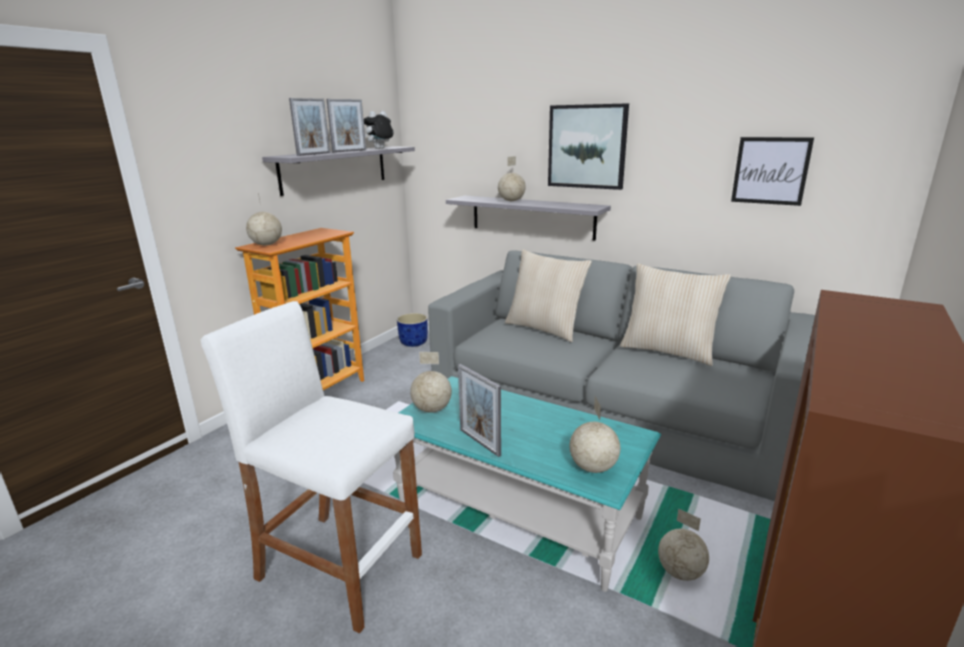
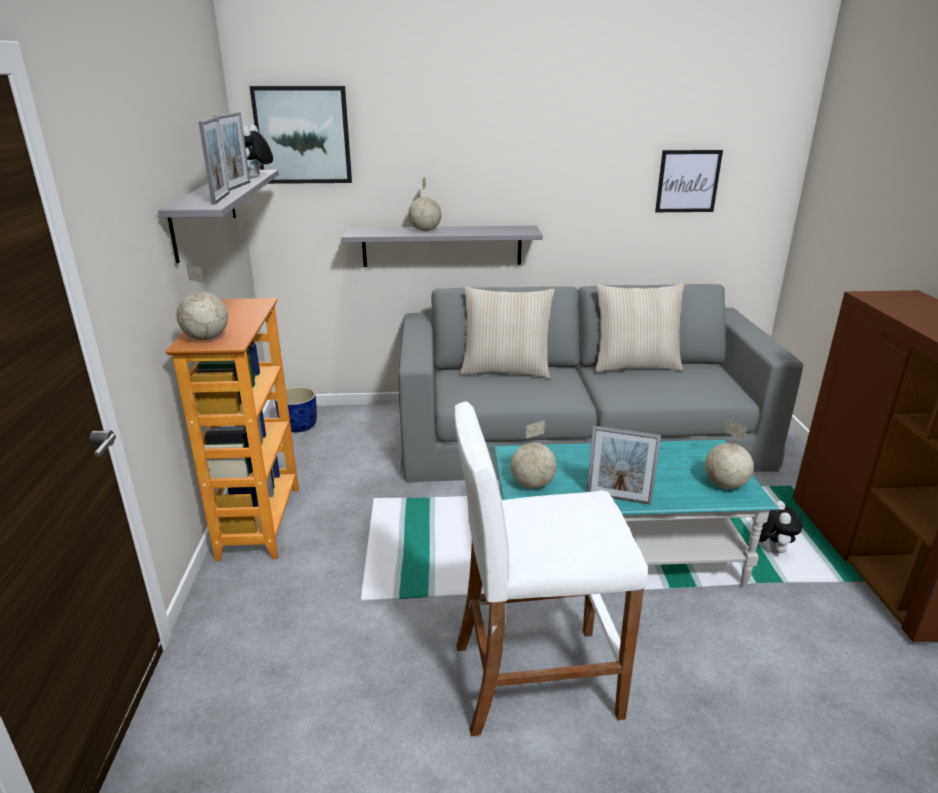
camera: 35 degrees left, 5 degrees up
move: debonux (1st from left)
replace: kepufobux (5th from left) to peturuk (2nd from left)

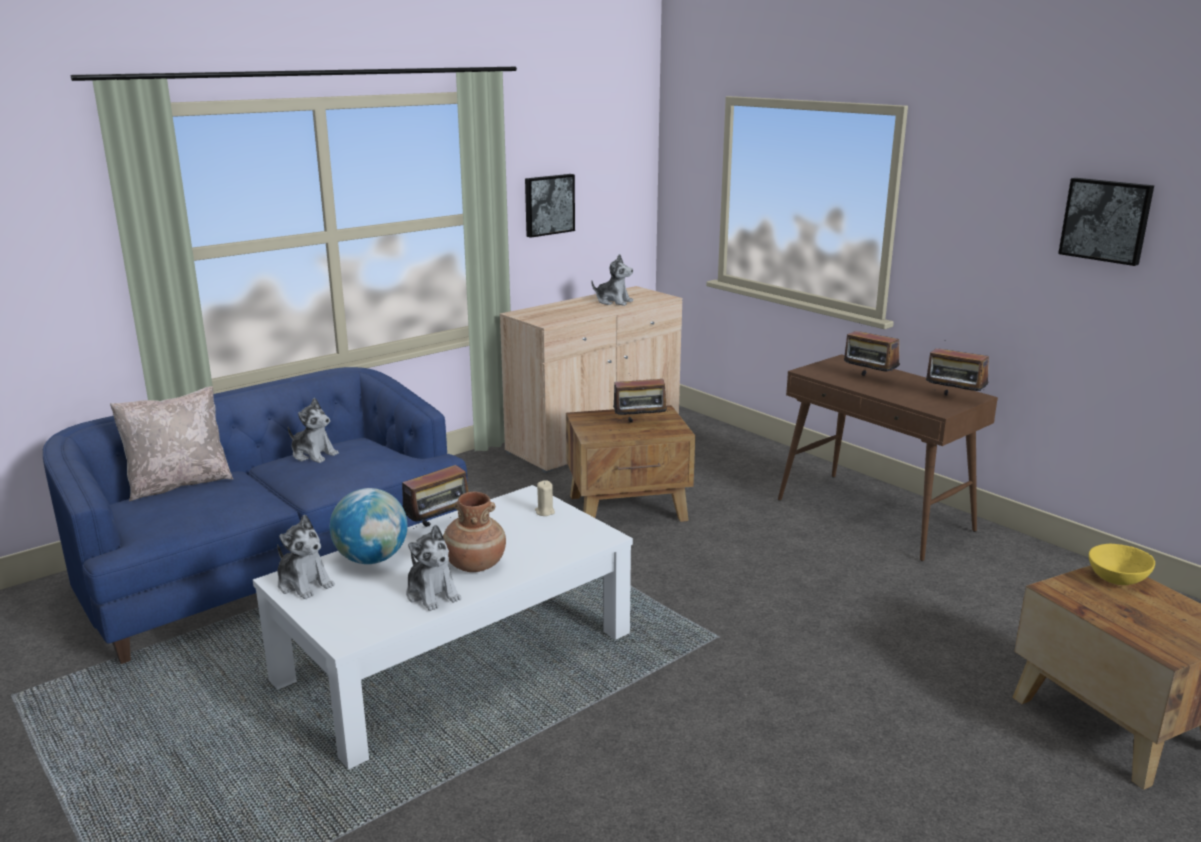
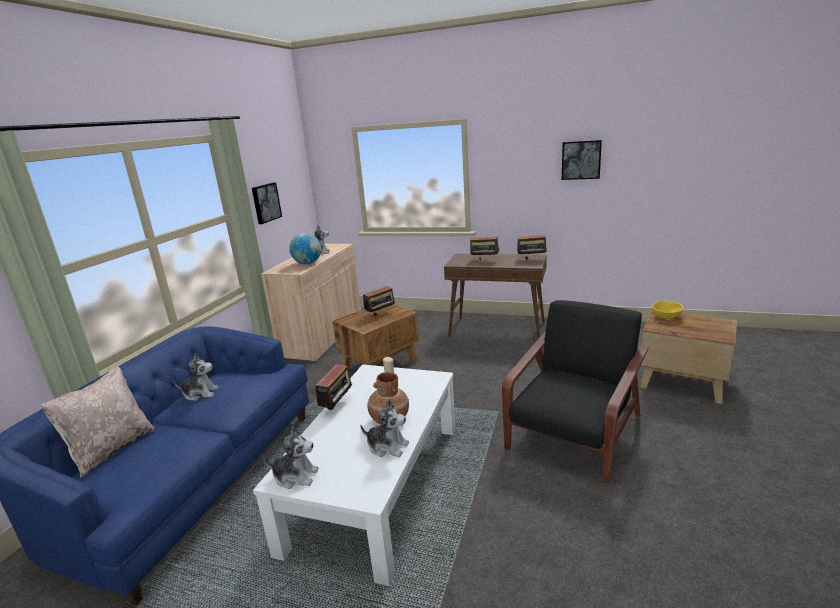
camera: 30 degrees left, 0 degrees up
insert: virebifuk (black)
move: kepufobux

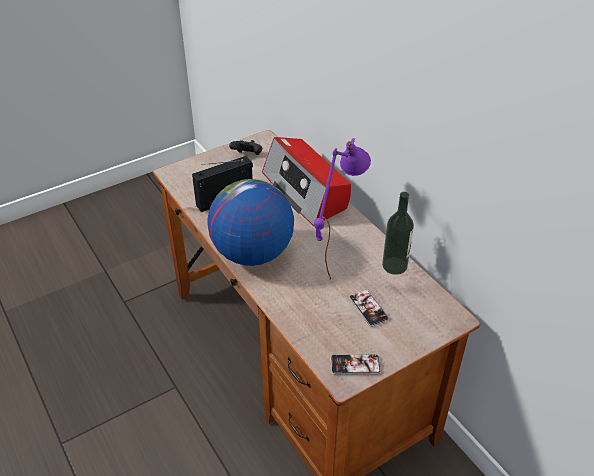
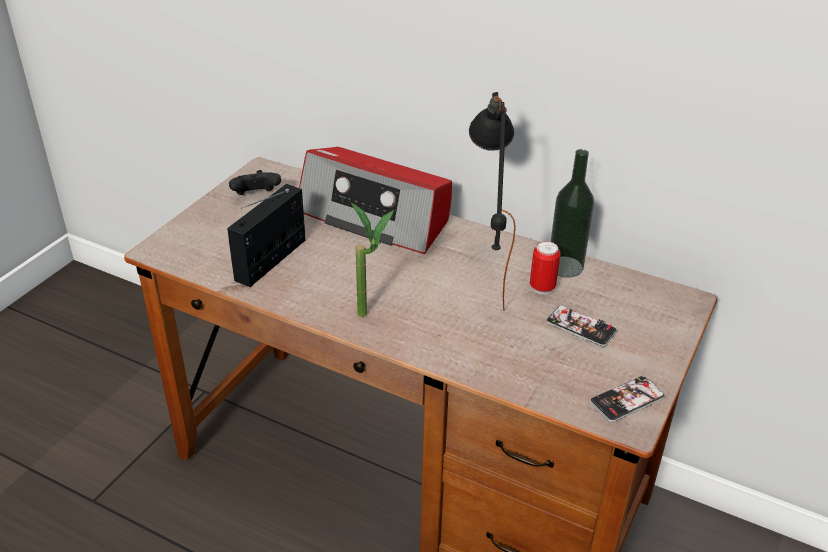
camera: 30 degrees left, 5 degrees down
insert: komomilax
replace: kepufobux to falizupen
recolor: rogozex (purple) to rogozex (black)

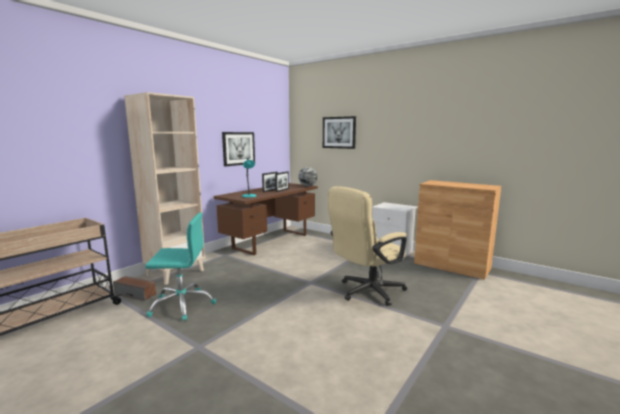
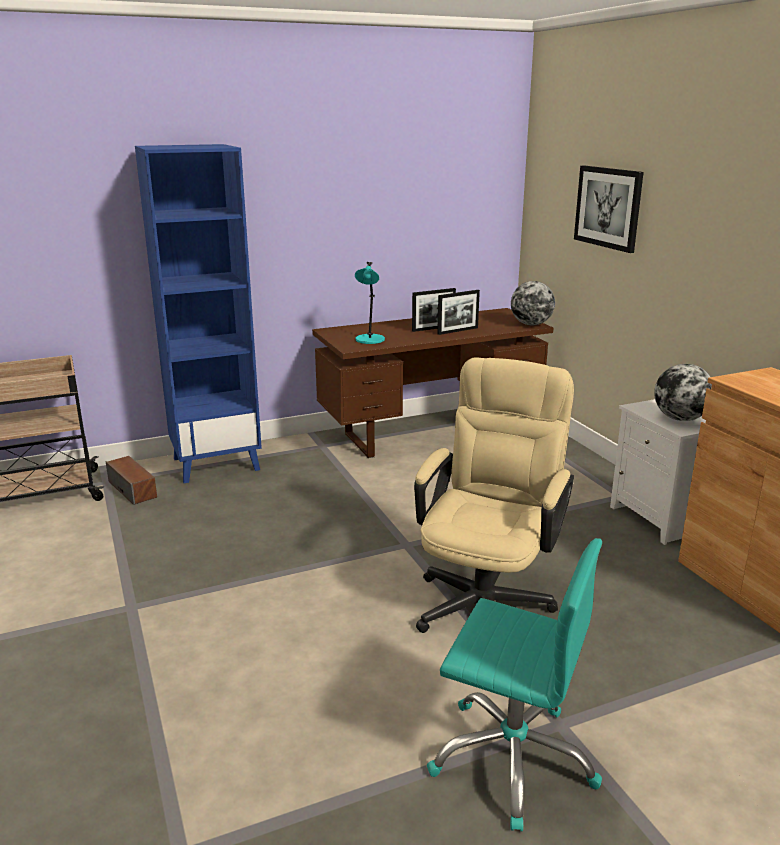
camera: 30 degrees right, 10 degrees up
delete: debonux (1st from left)
insert: kepufobux (2nd from left)
move: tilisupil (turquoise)
recolor: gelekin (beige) to gelekin (blue)
rotate: tilisupil (beige) 120 degrees clockwise

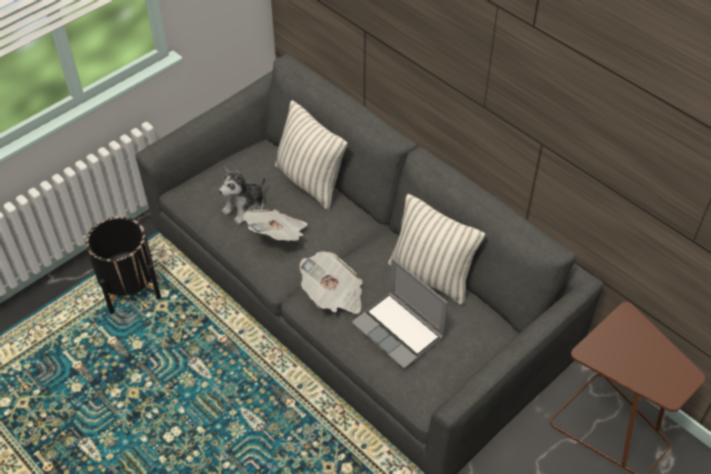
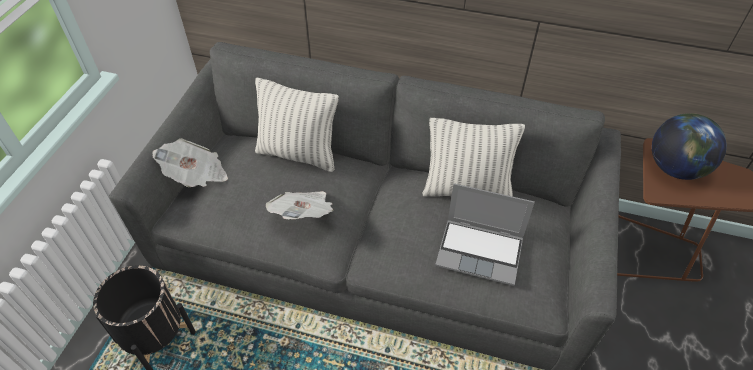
camera: 30 degrees left, 0 degrees up
delete: peturuk
insert: kepufobux
move: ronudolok (2nd from left in the first image) to ronudolok (1st from left)

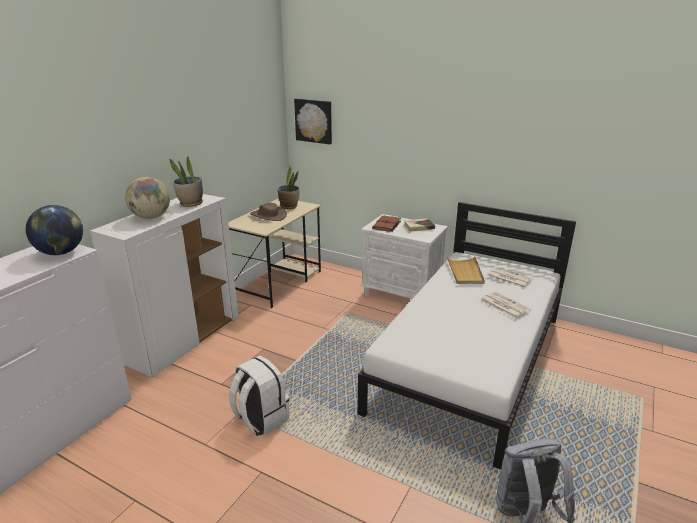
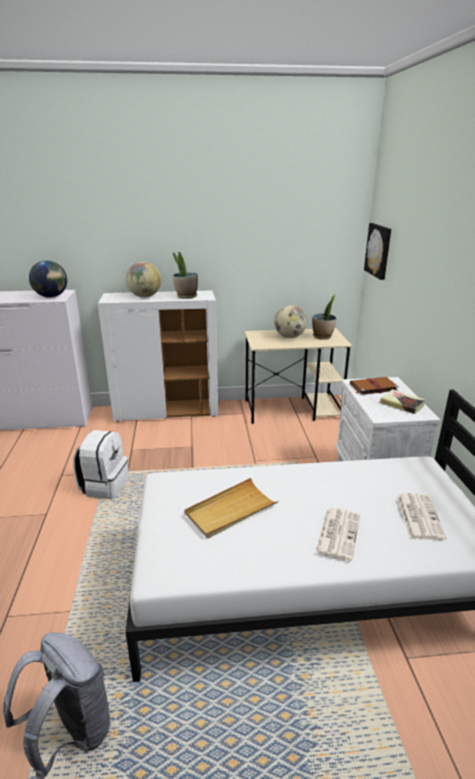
camera: 55 degrees right, 0 degrees up
move: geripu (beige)
replace: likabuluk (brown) to kepufobux (3rd from left)

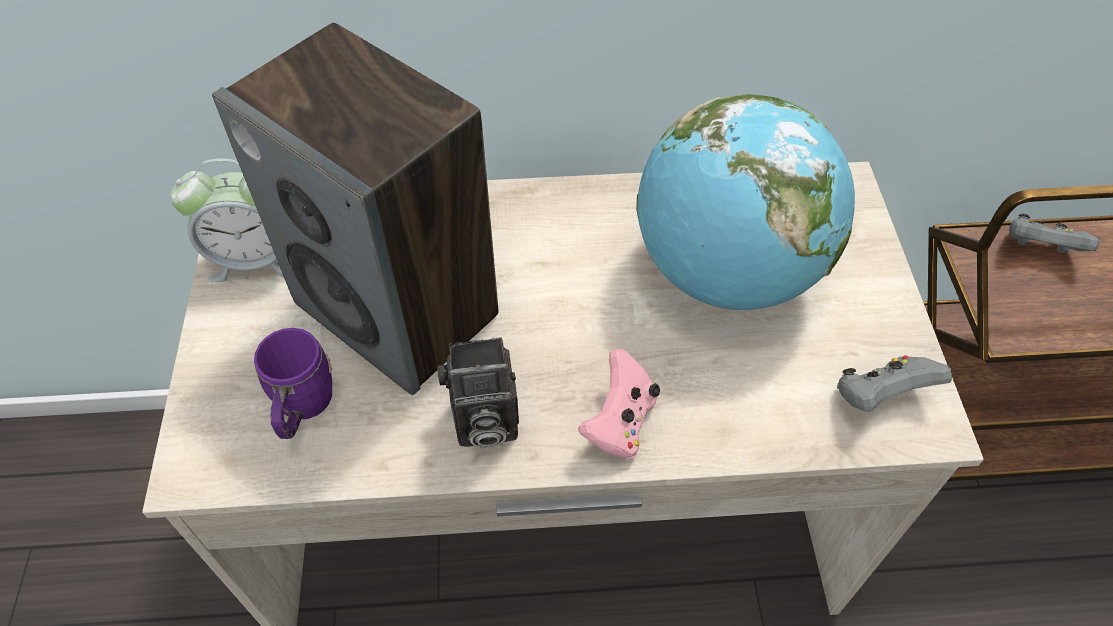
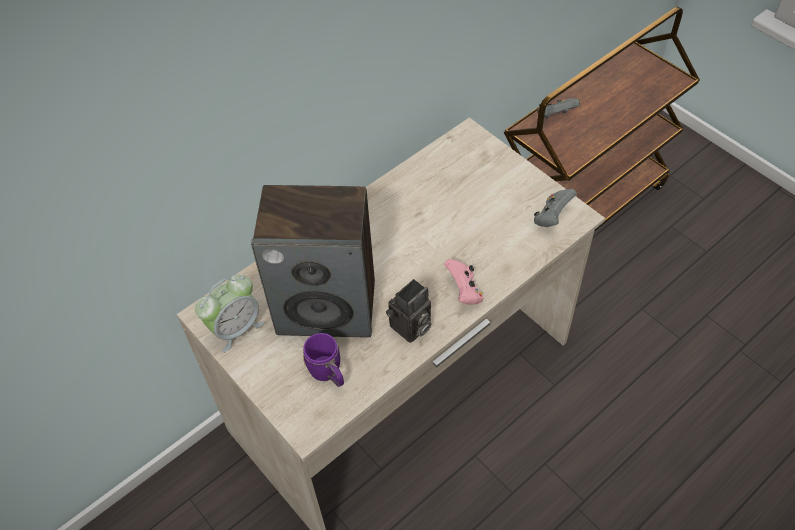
camera: 35 degrees left, 0 degrees up
delete: kepufobux

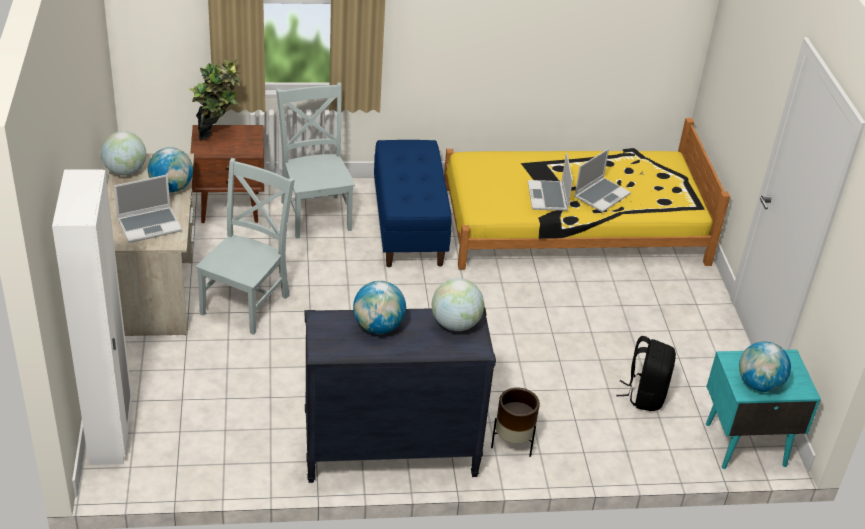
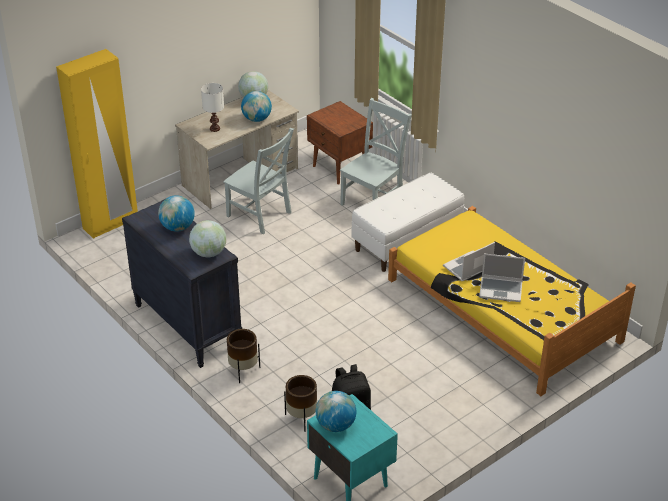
camera: 60 degrees right, 0 degrees up
delete: falizupen
insert: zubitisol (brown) (2nd from left)
replace: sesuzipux (1st from left) to rogozex (white)
recolor: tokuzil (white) to tokuzil (yellow); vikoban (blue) to vikoban (white)
rotate: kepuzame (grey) (1st from left) 45 degrees clockwise

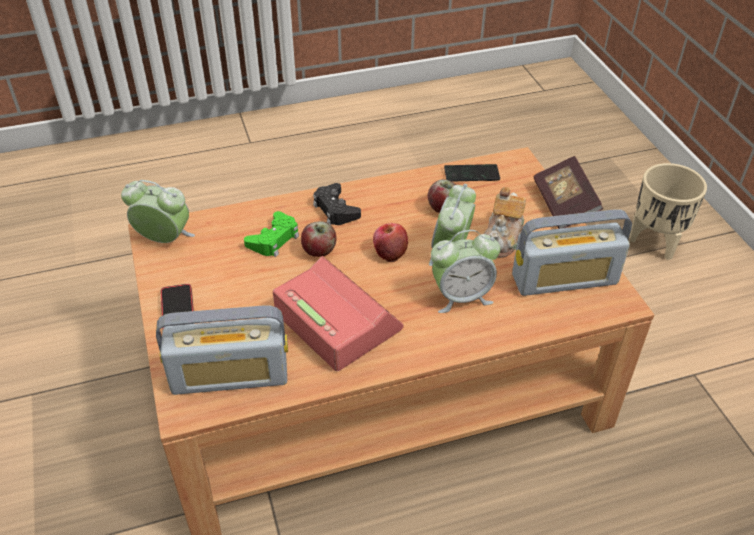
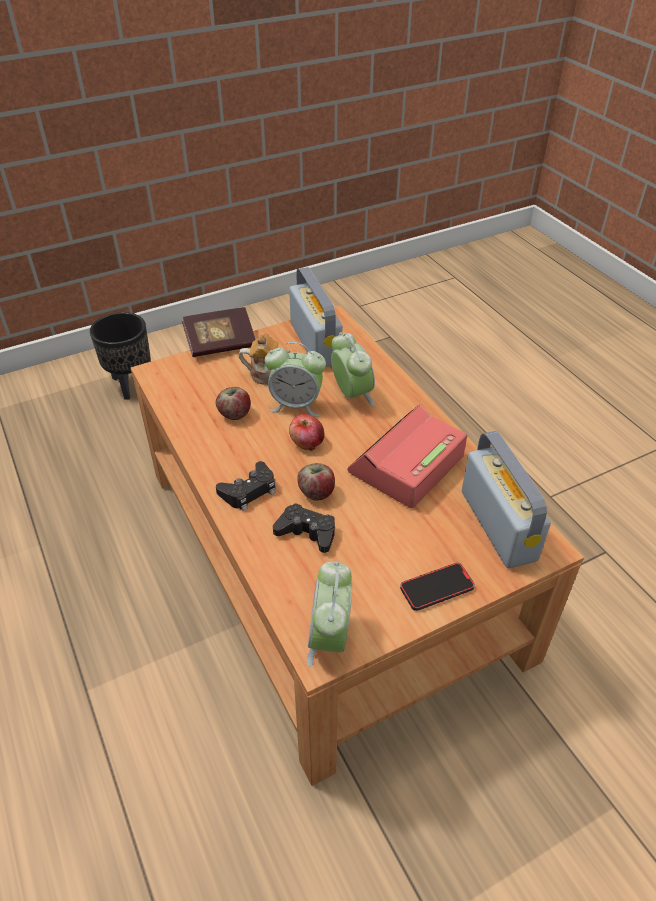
camera: 100 degrees left, 0 degrees up
delete: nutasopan (2nd from left)
recolor: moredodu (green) to moredodu (black) (2nd from left); zubitisol (beige) to zubitisol (black)

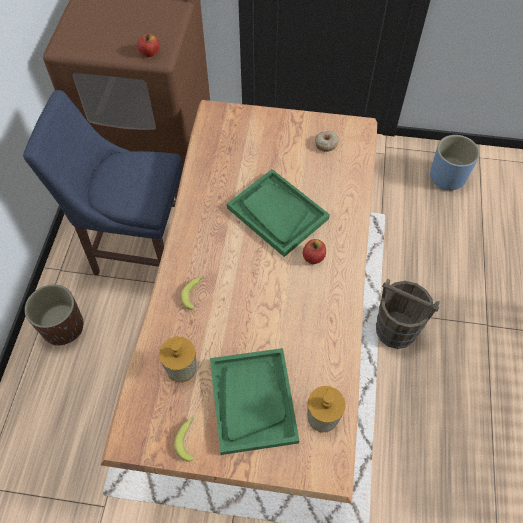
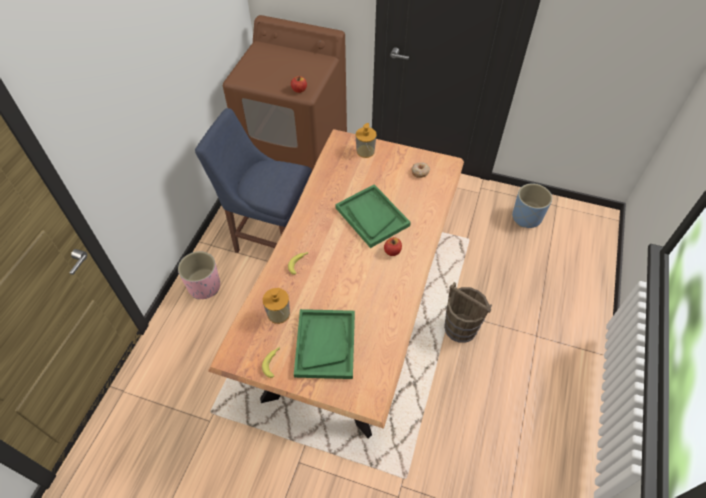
camera: 10 degrees right, 5 degrees down
move: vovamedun (2nd from left)
recolor: zubitisol (brown) to zubitisol (pink)

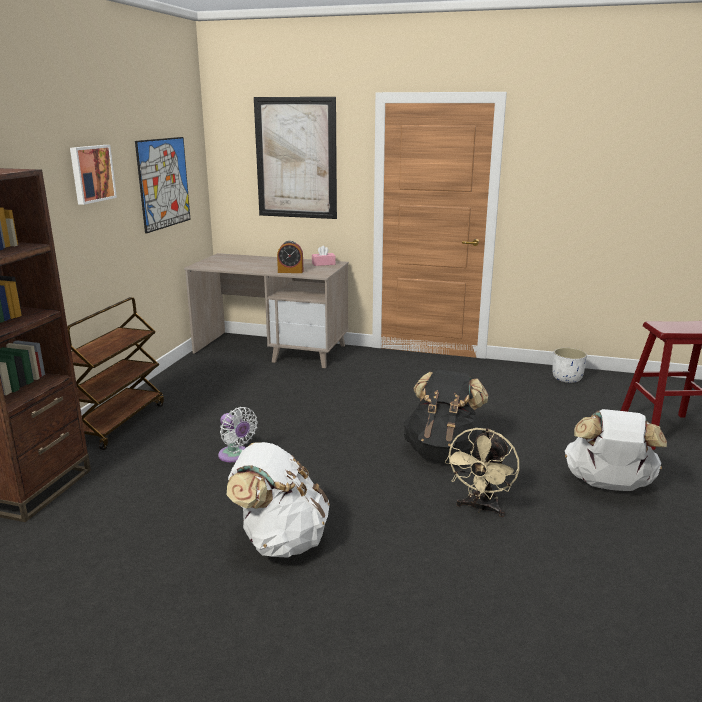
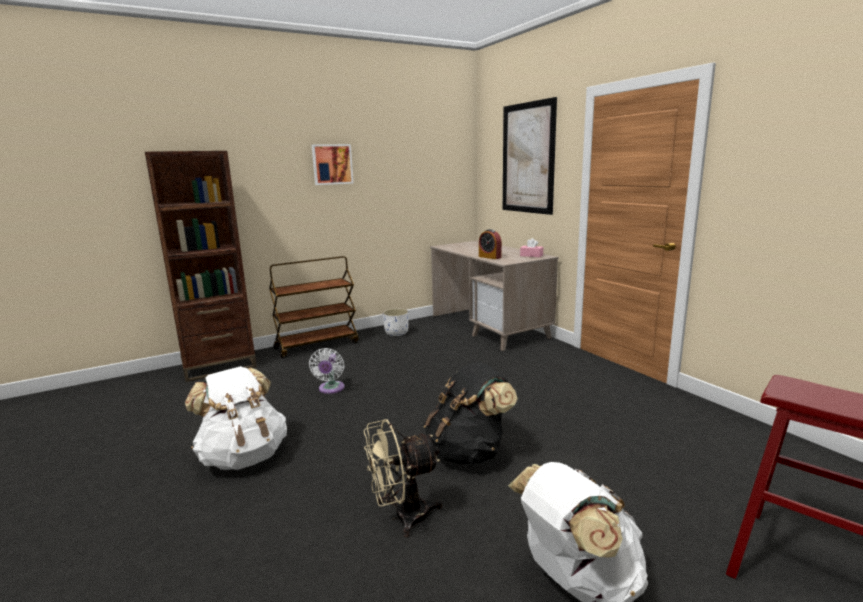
camera: 45 degrees right, 5 degrees down
delete: debonux (2nd from left)
move: zubitisol (white)

